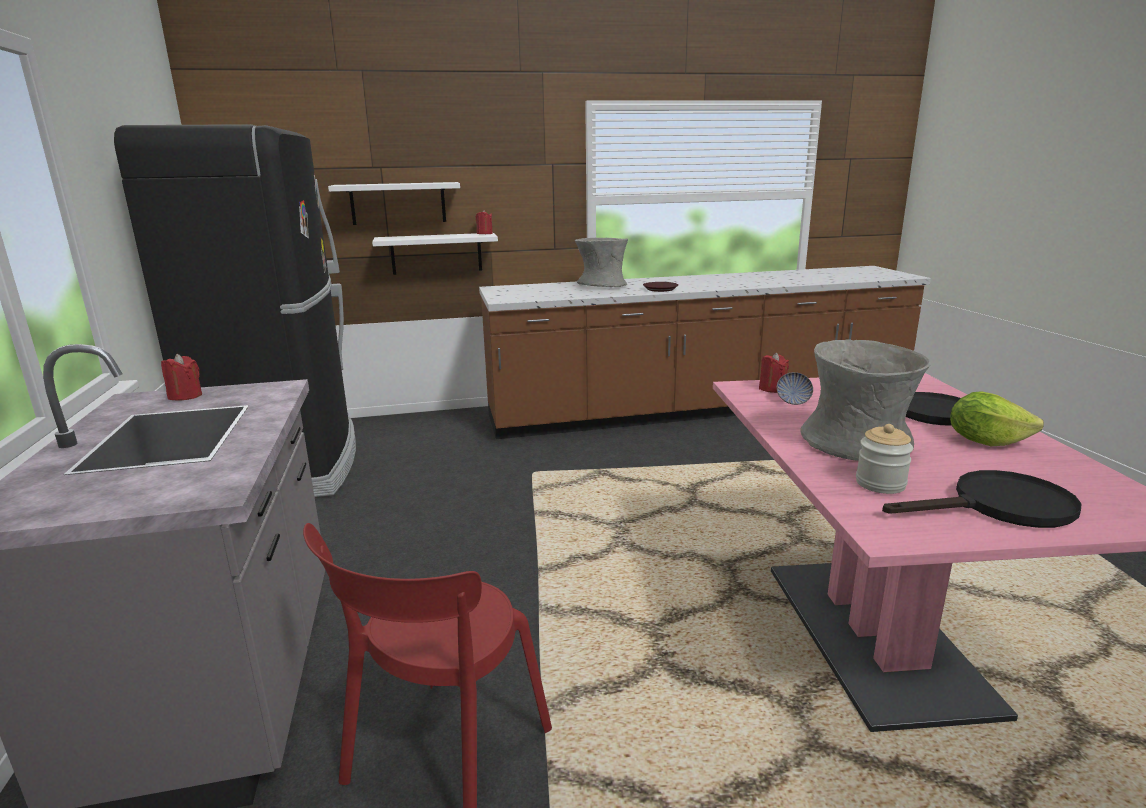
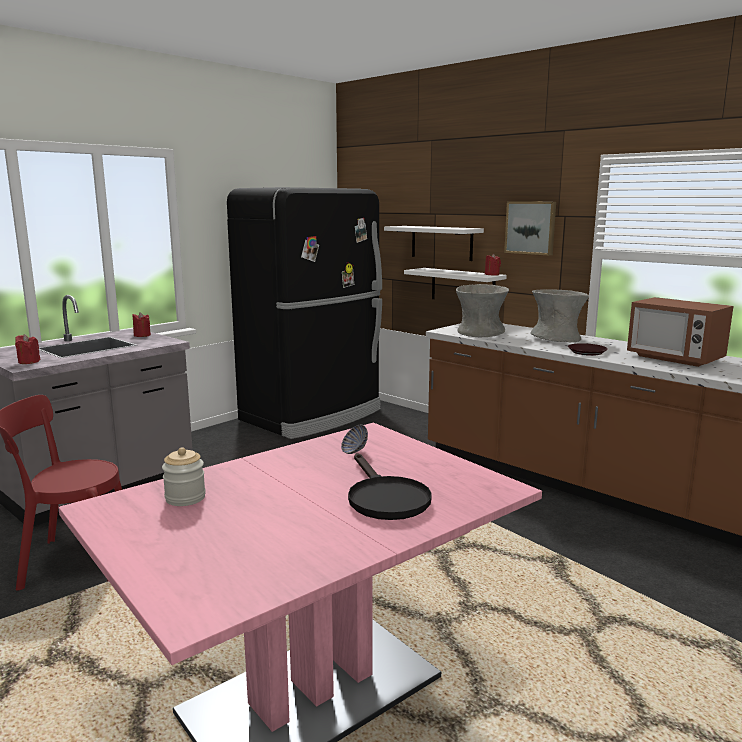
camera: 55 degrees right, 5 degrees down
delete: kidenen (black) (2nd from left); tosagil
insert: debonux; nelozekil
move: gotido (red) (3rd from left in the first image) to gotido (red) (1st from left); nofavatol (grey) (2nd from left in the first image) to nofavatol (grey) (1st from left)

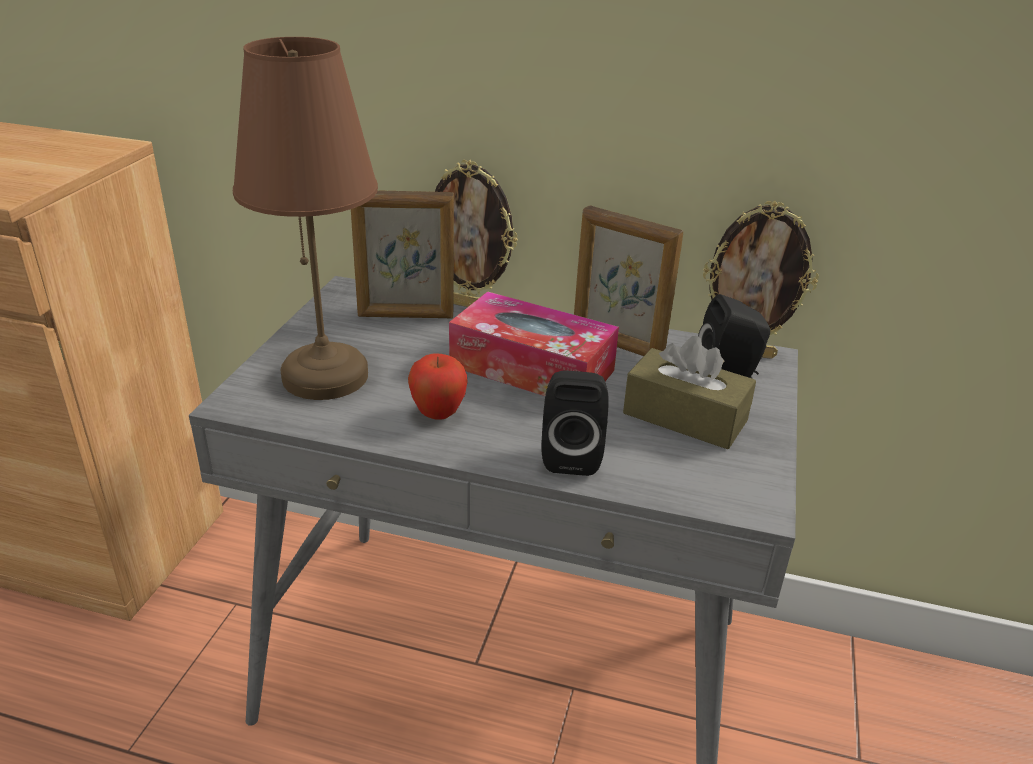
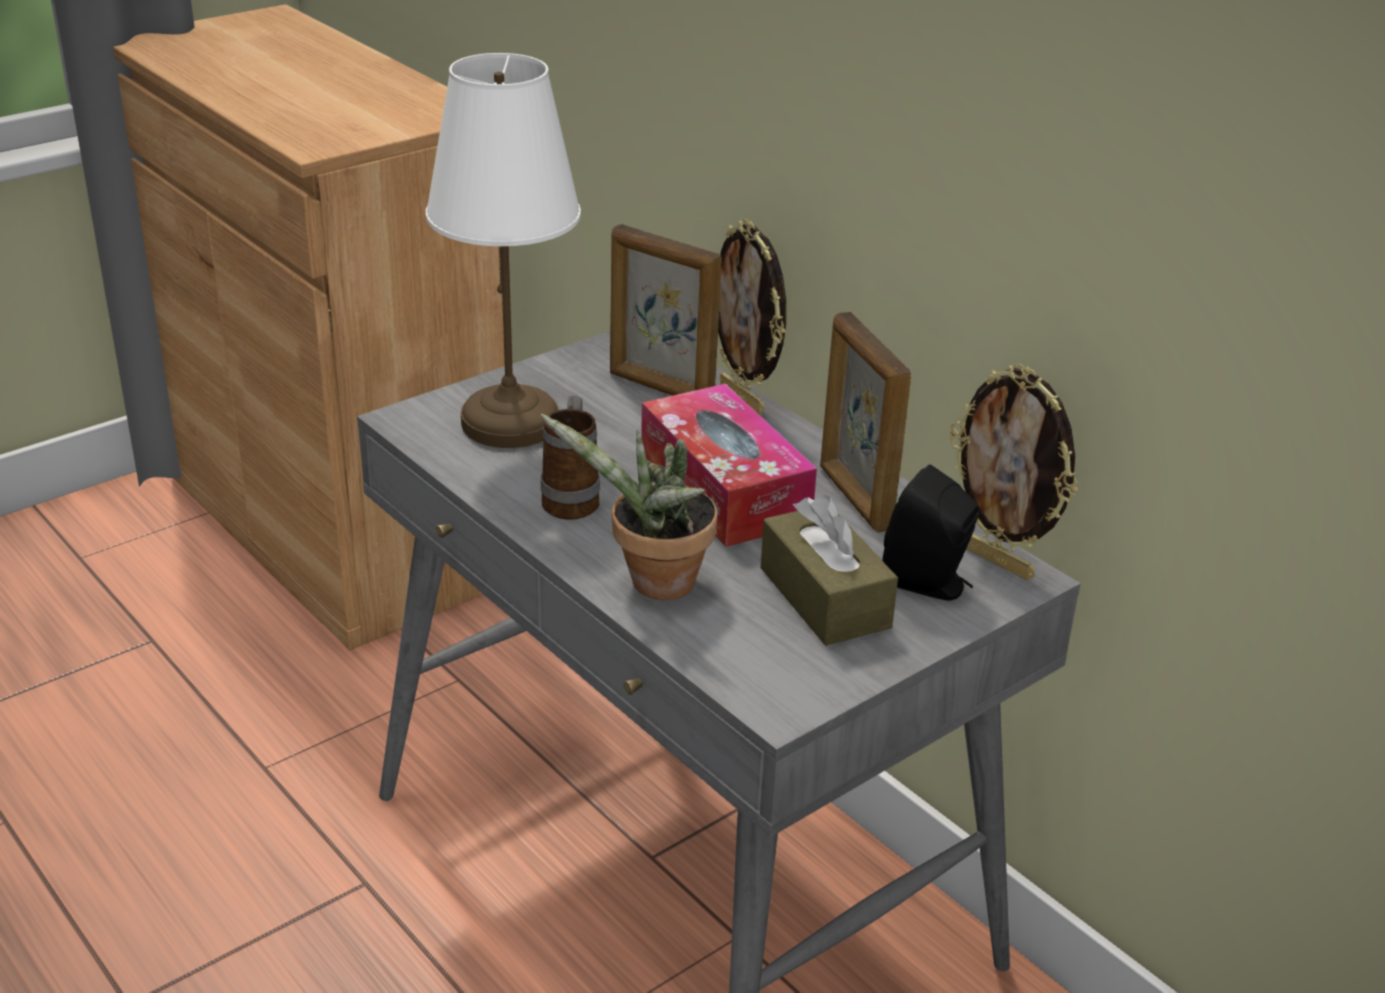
camera: 35 degrees right, 0 degrees up
replace: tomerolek to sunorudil; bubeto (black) (1st from left) to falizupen
recolor: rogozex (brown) to rogozex (white)

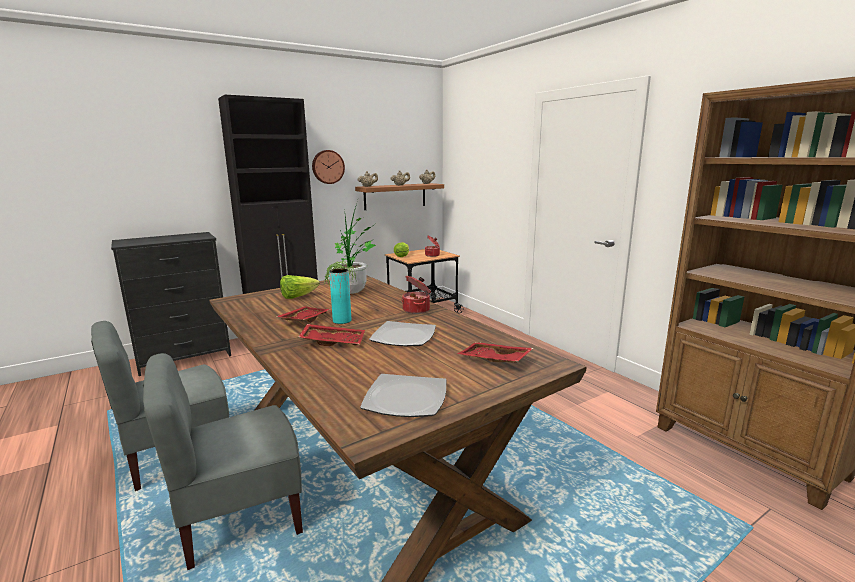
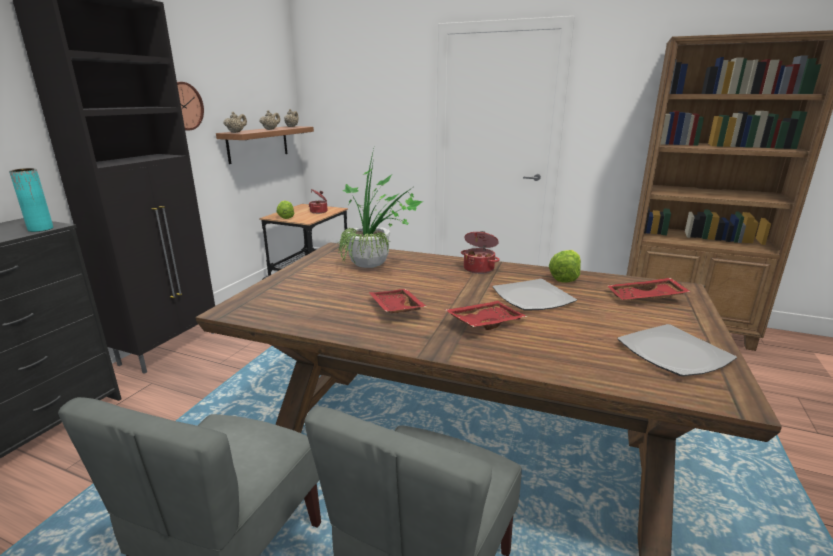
camera: 35 degrees left, 5 degrees up
move: tosagil (1st from left in the first image) to tosagil (2nd from left); nofavatol (turquoise)

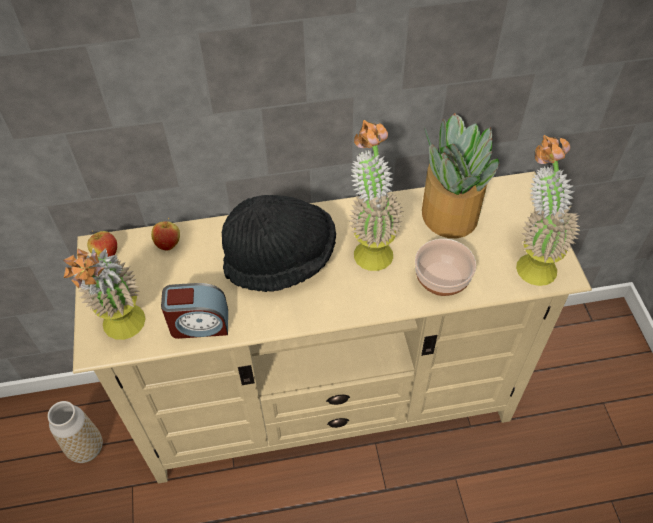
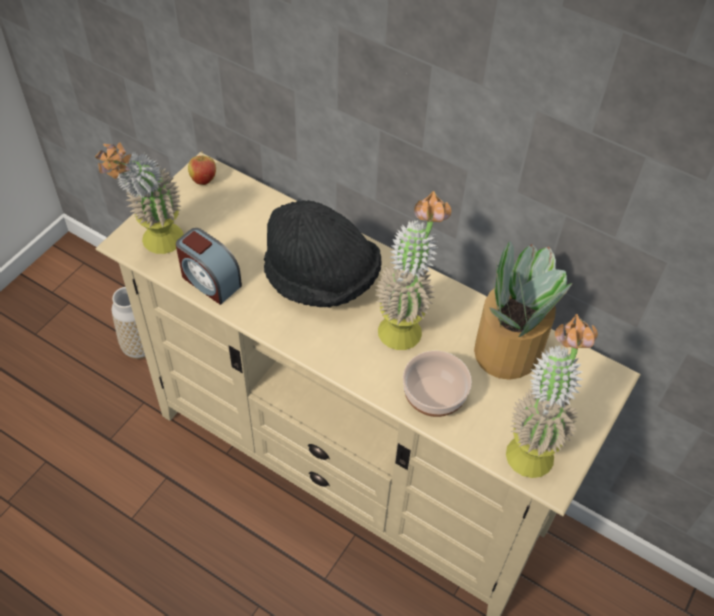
camera: 40 degrees right, 0 degrees up
delete: tomerolek (2nd from left)

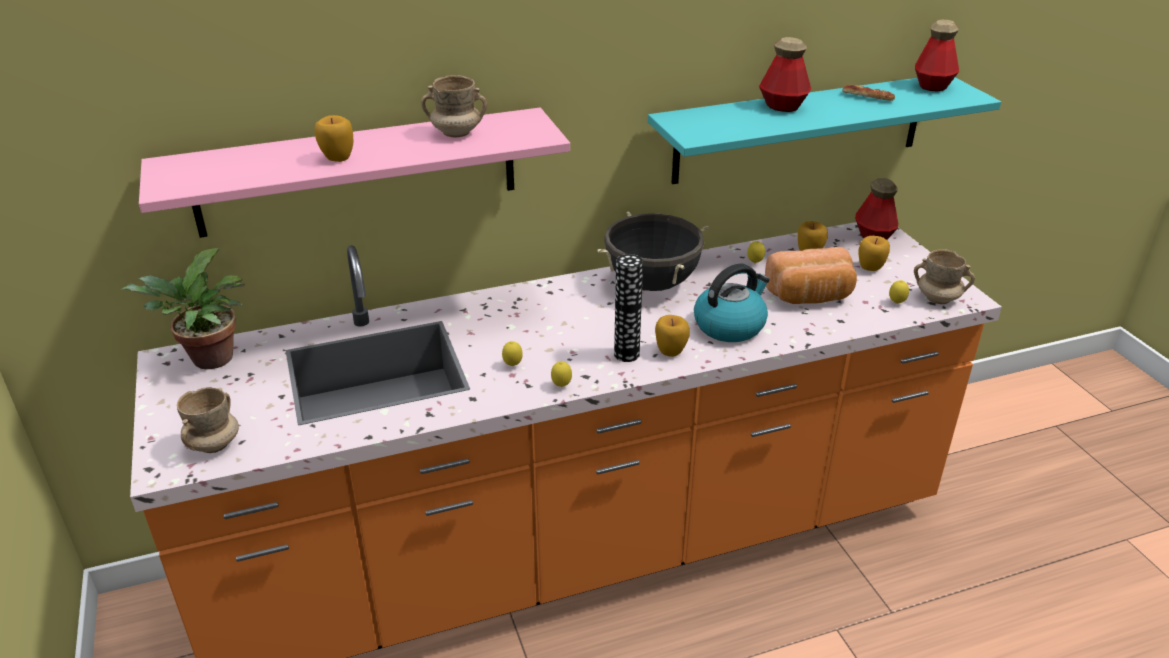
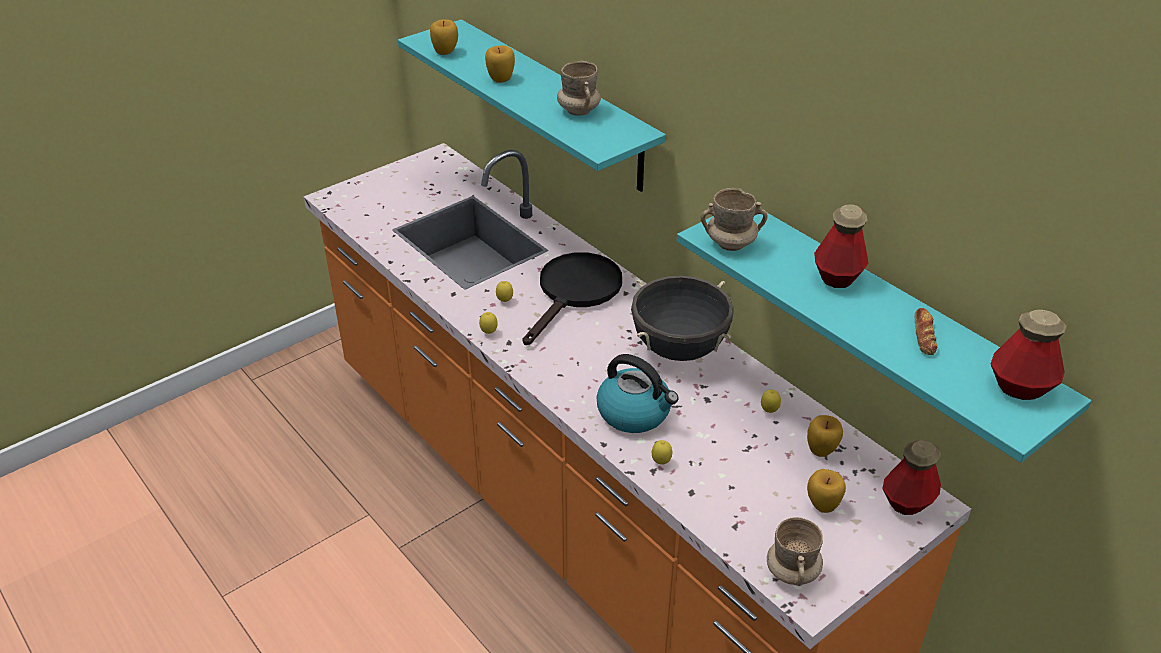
camera: 70 degrees right, 5 degrees up
delete: falizupen; nofavatol; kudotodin (1st from left)
insert: kidenen (black)
move: sunorudil (beige) (1st from left in the first image) to sunorudil (beige) (2nd from left); tomerolek (2nd from left in the first image) to tomerolek (1st from left); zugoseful (4th from left in the first image) to zugoseful (3rd from left)
recolor: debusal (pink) to debusal (turquoise) (1st from left)

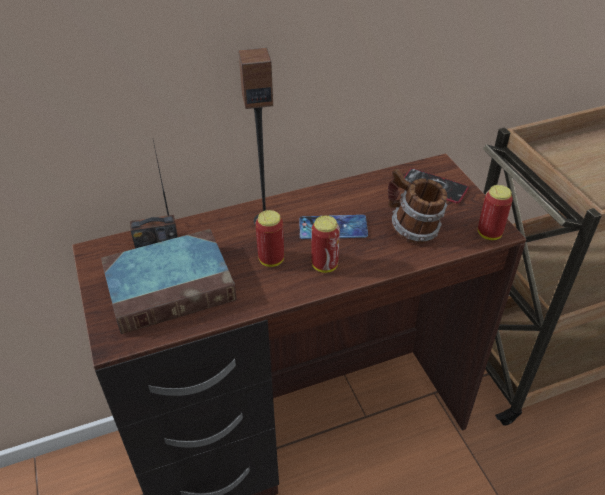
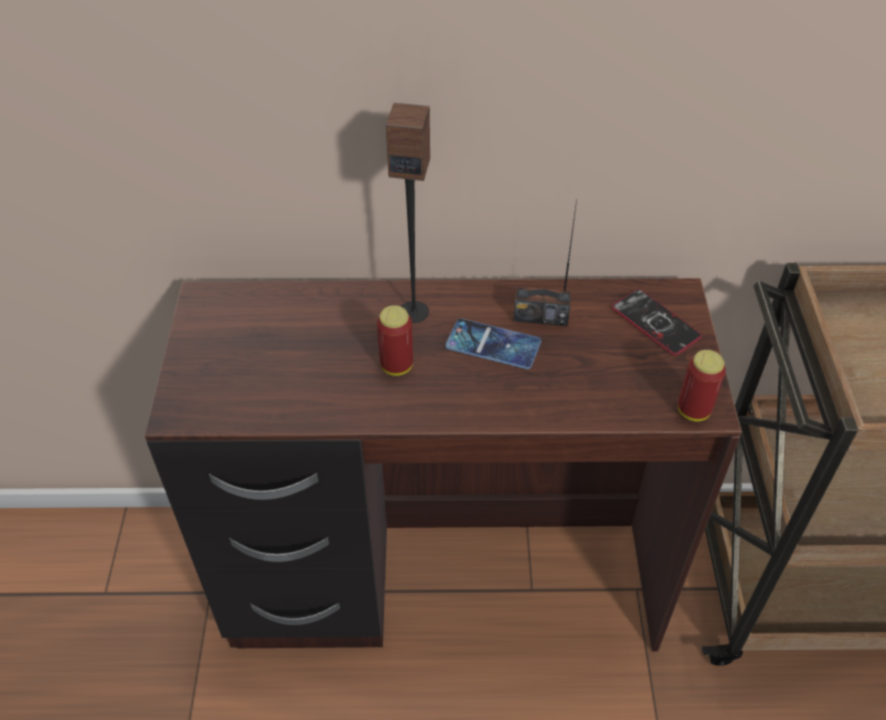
camera: 20 degrees right, 5 degrees up
delete: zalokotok; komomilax (2nd from left); sunorudil
move: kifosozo

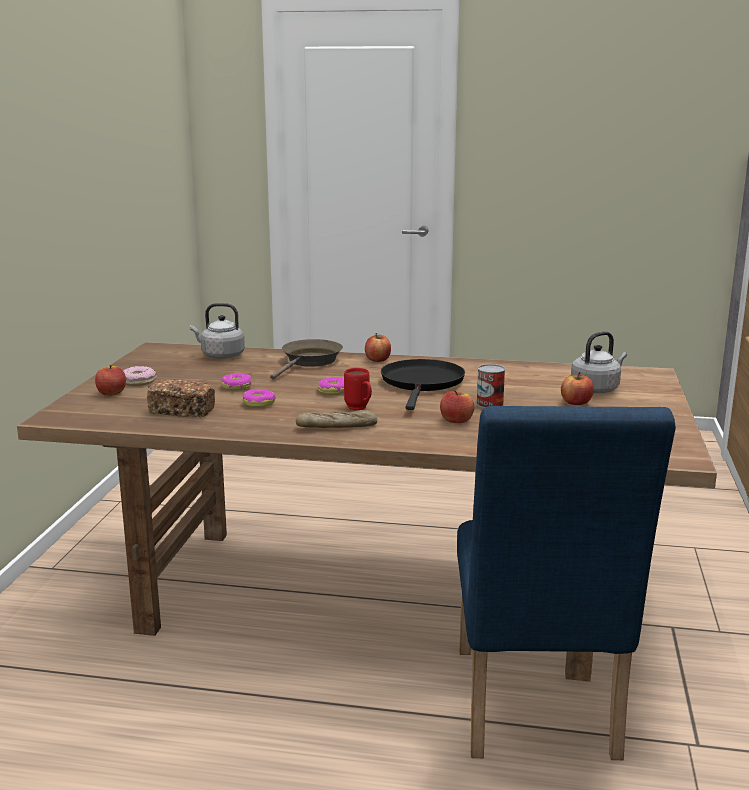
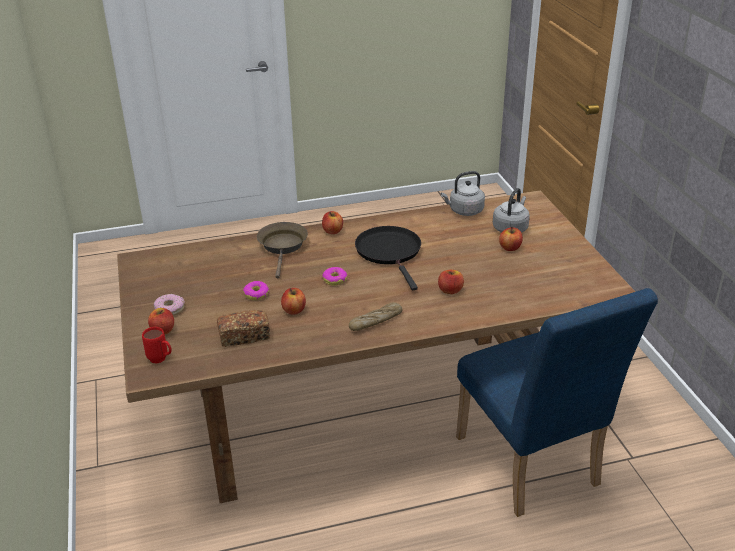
camera: 25 degrees left, 15 degrees up
delete: komomilax
move: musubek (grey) (1st from left); sunorudil (red)
replace: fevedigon (3rd from left) to tomerolek (2nd from left)

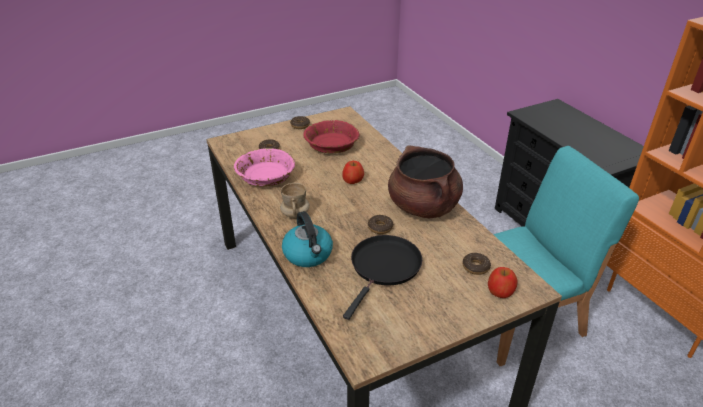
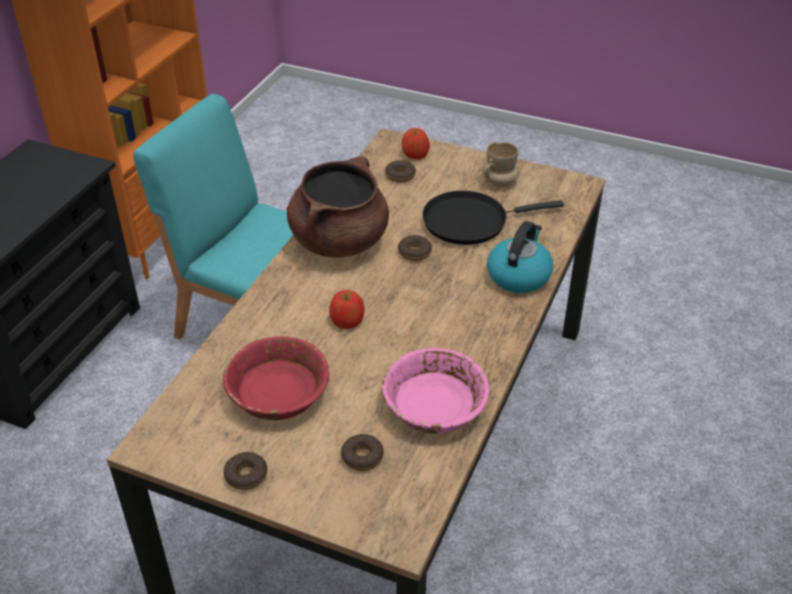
camera: 130 degrees left, 5 degrees up
move: sunorudil (beige)

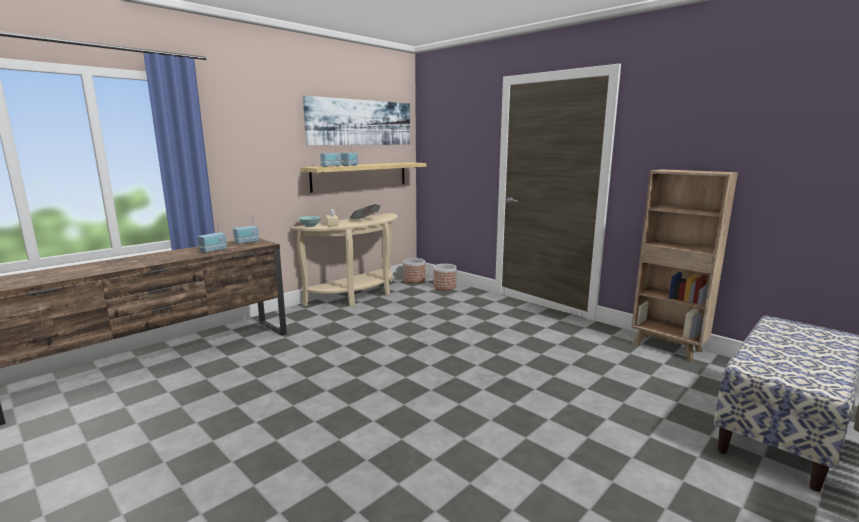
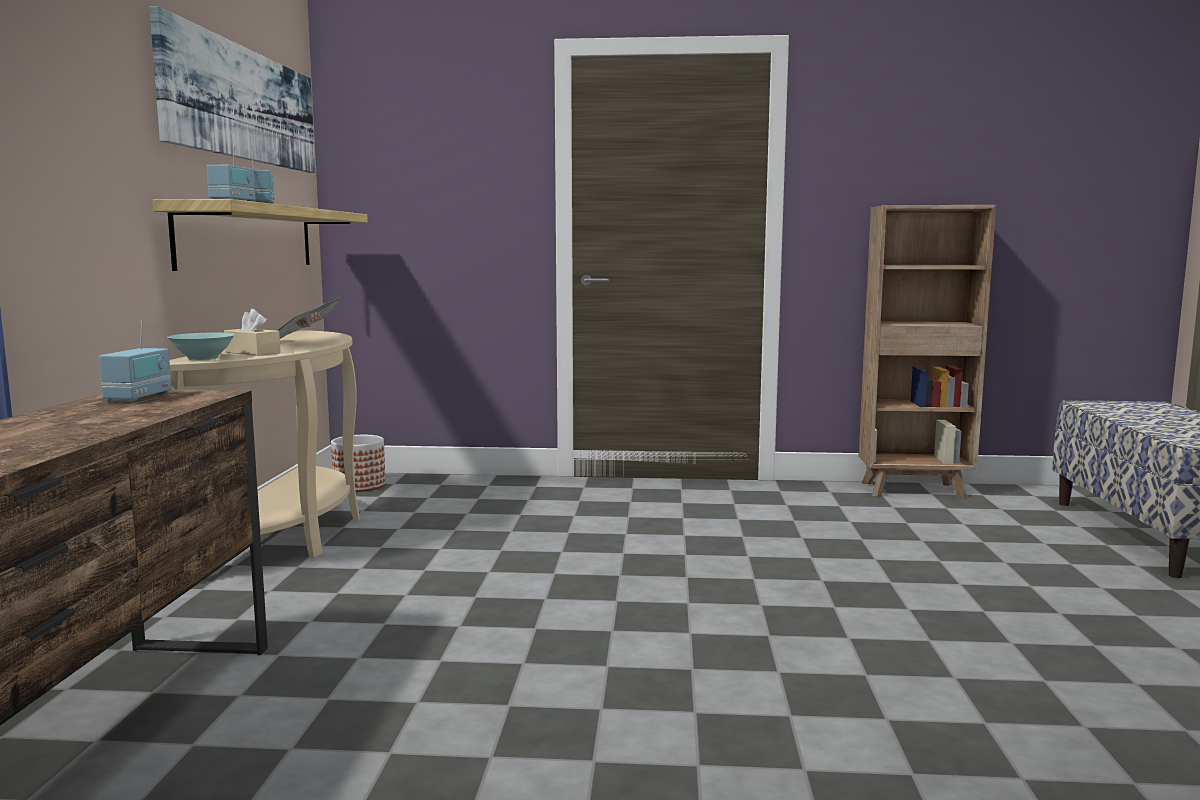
camera: 40 degrees left, 5 degrees down
delete: kifosozo (1st from left); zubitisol (2nd from left)

